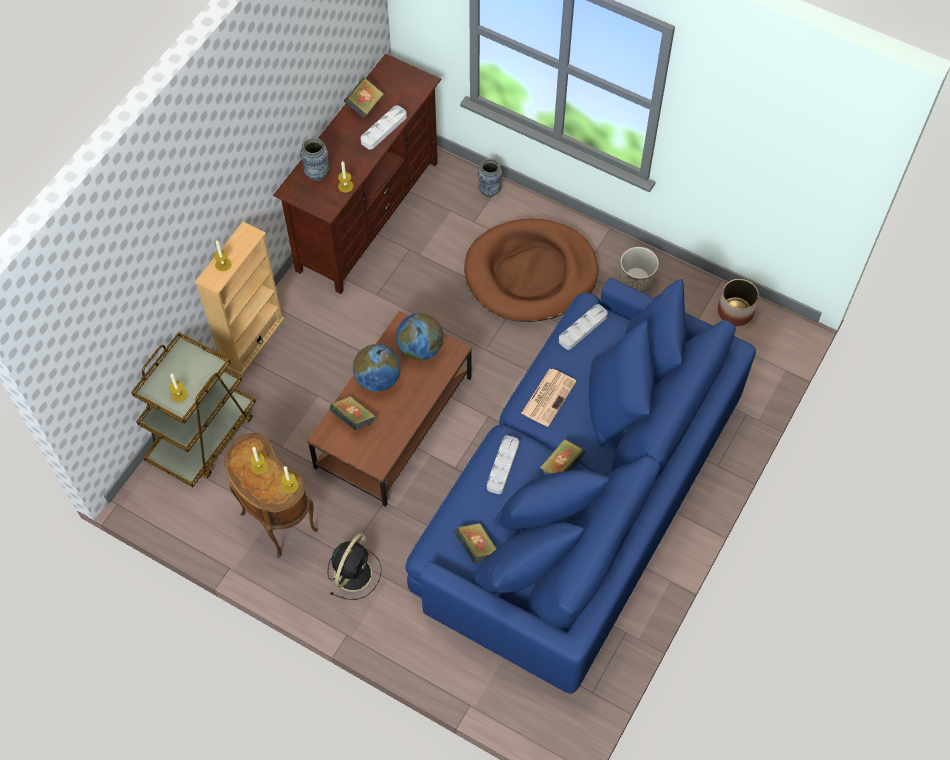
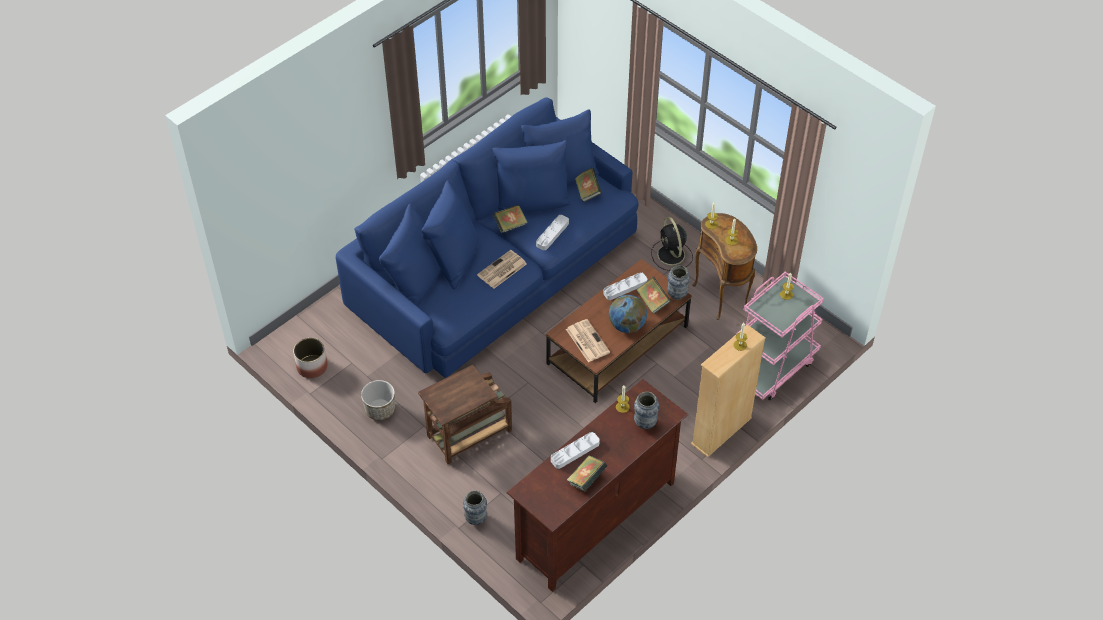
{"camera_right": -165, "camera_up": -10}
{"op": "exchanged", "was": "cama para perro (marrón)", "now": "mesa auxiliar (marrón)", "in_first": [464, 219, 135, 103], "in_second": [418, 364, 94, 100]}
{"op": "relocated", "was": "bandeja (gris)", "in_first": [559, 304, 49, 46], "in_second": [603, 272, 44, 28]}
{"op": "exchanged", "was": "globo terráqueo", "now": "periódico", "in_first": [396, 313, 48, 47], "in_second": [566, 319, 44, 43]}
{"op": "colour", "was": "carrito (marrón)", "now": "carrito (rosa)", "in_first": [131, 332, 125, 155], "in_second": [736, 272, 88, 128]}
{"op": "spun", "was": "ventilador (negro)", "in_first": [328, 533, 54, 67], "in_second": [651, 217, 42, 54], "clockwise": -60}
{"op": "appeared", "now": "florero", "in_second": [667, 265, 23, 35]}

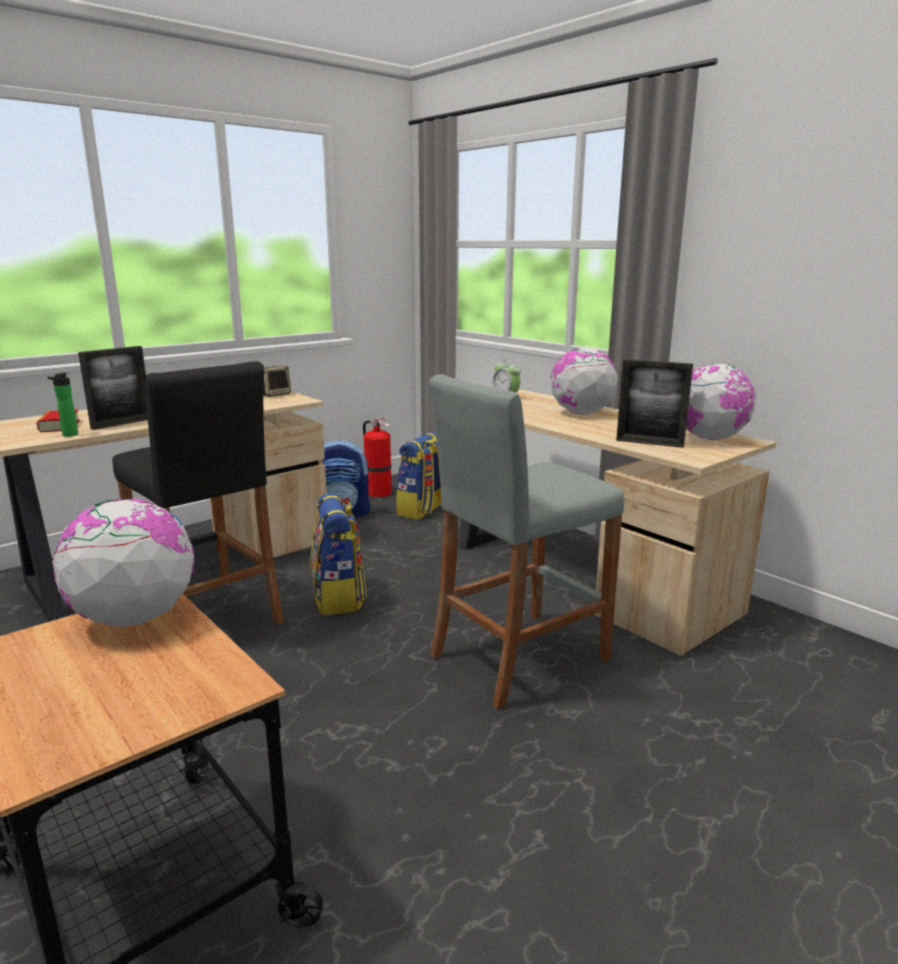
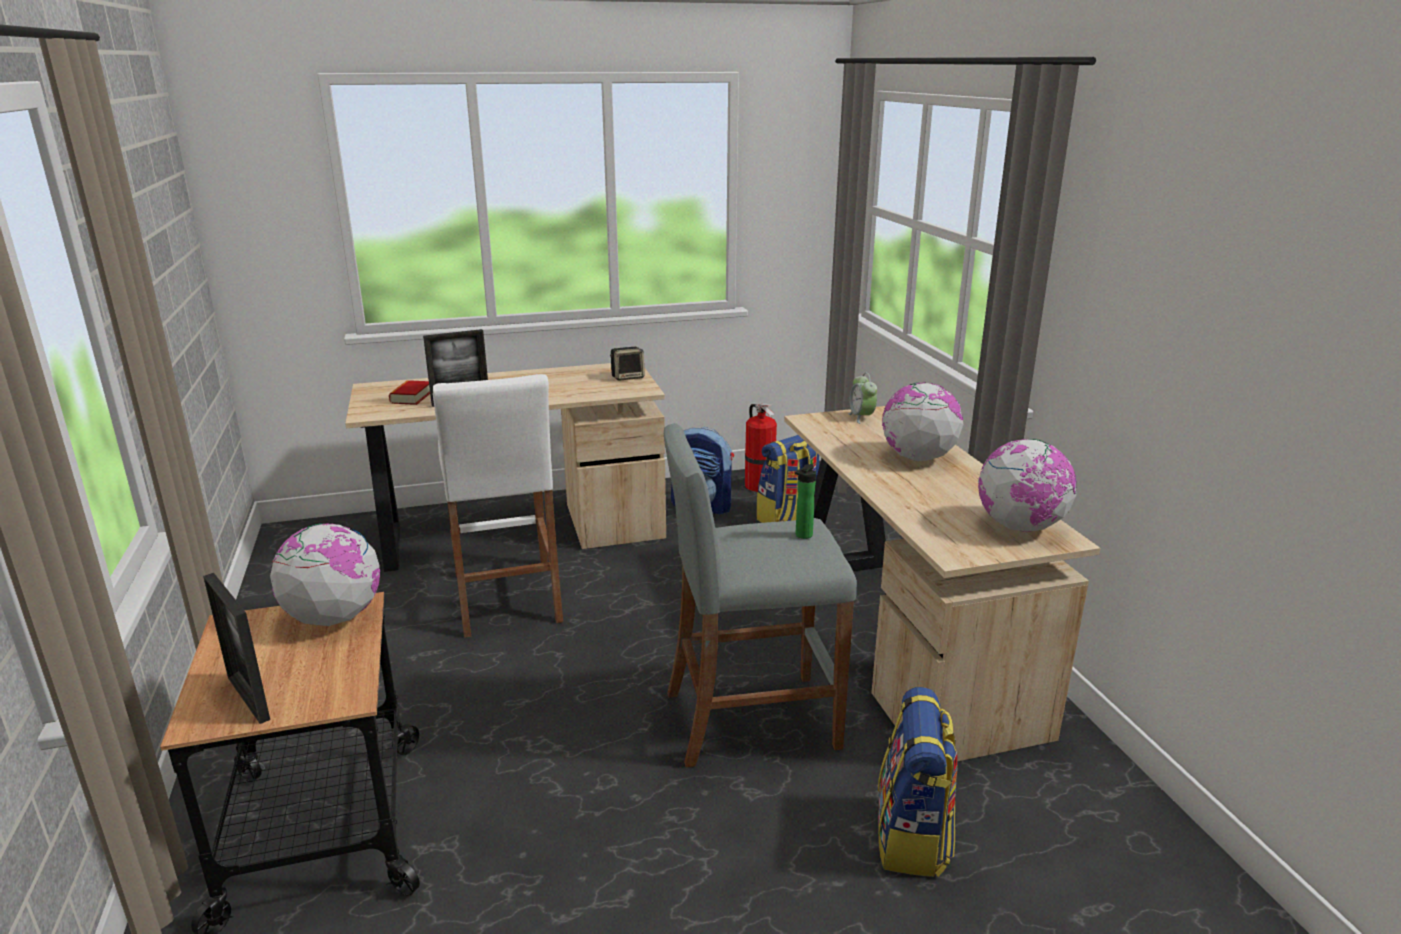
{"camera_right": 25, "camera_up": 5}
{"op": "relocated", "was": "portarretratos", "in_first": [616, 359, 77, 89], "in_second": [203, 573, 67, 151]}
{"op": "colour", "was": "taburete (negro)", "now": "taburete (blanco)", "in_first": [112, 361, 172, 264], "in_second": [433, 374, 130, 264]}
{"op": "relocated", "was": "botella", "in_first": [47, 372, 32, 65], "in_second": [795, 464, 21, 75]}
{"op": "relocated", "was": "mochila", "in_first": [310, 493, 57, 122], "in_second": [878, 687, 80, 190]}

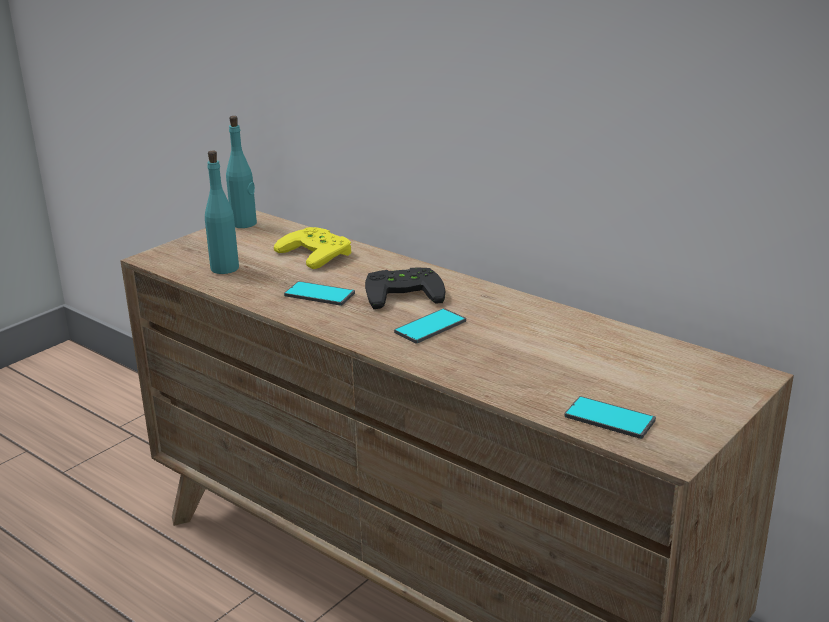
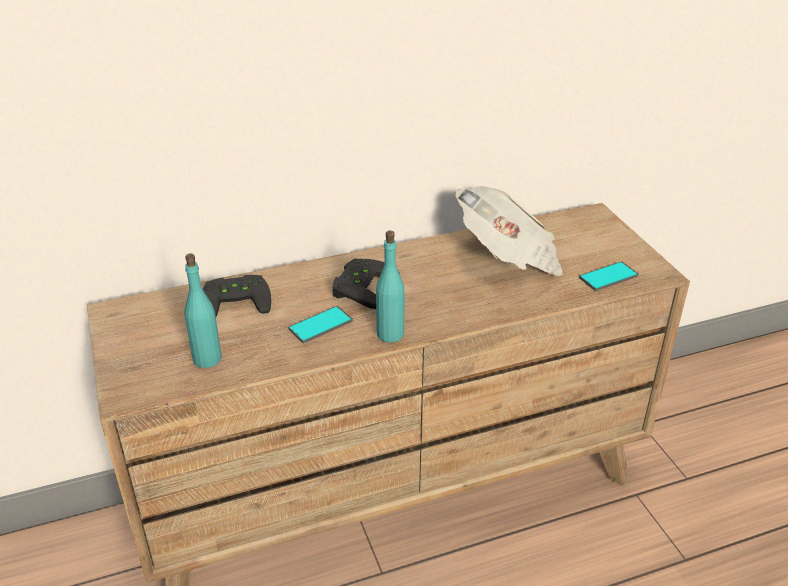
{"camera_right": -60, "camera_up": 10}
{"op": "relocated", "was": "botella (turquesa)", "in_first": [226, 116, 31, 112], "in_second": [376, 231, 29, 111]}
{"op": "colour", "was": "mando de consola (amarillo)", "now": "mando de consola (negro)", "in_first": [274, 227, 77, 42], "in_second": [203, 275, 68, 42]}
{"op": "missing", "was": "móvil", "in_first": [394, 308, 72, 36]}
{"op": "appeared", "now": "periódico", "in_second": [456, 186, 107, 90]}

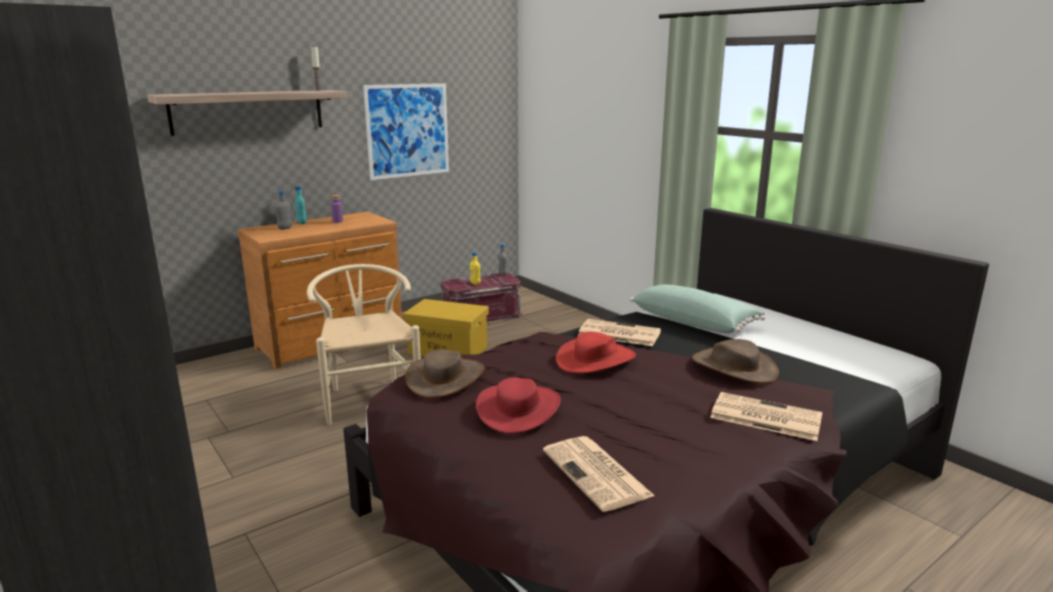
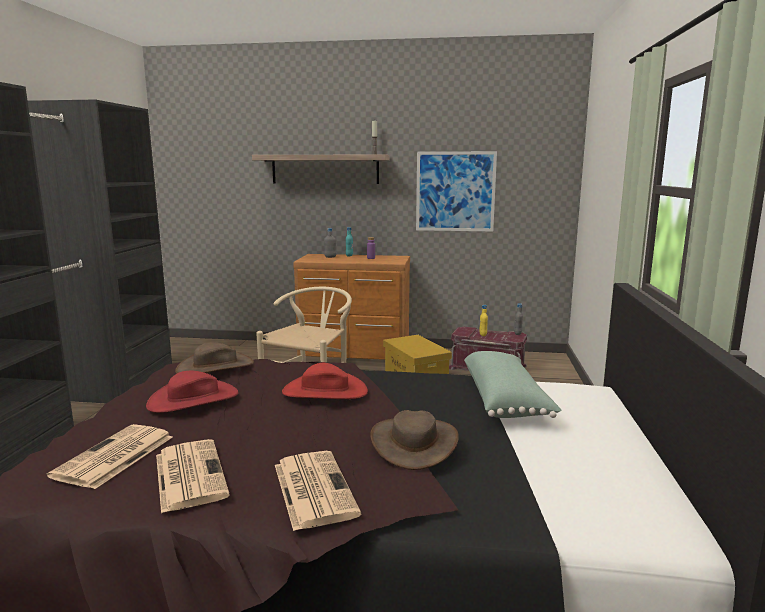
{"camera_right": 45, "camera_up": -5}
{"op": "relocated", "was": "periódico", "in_first": [578, 319, 83, 27], "in_second": [156, 439, 74, 75]}

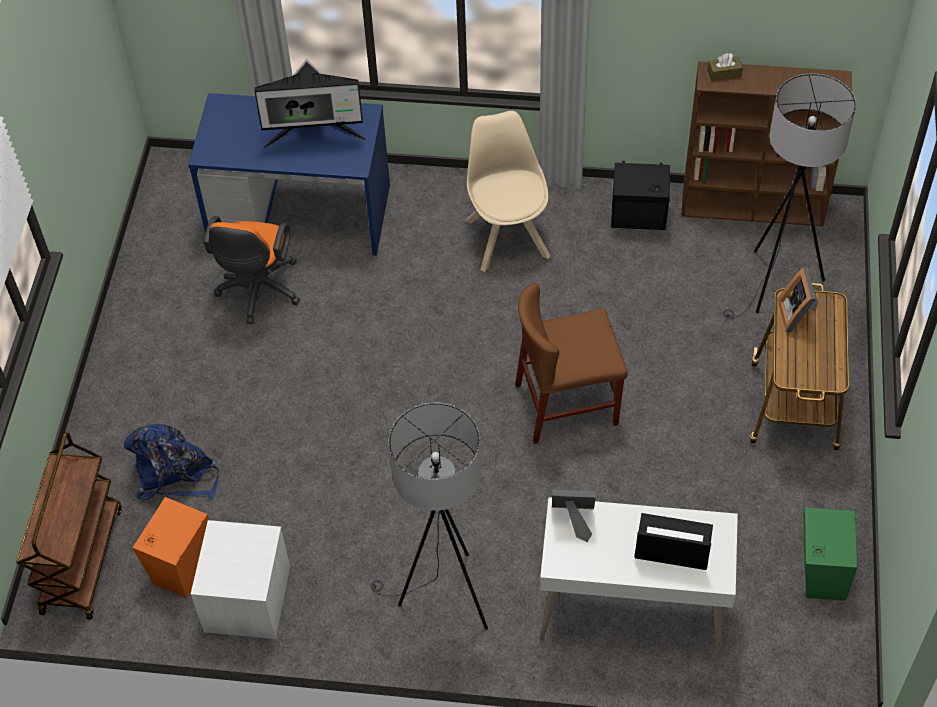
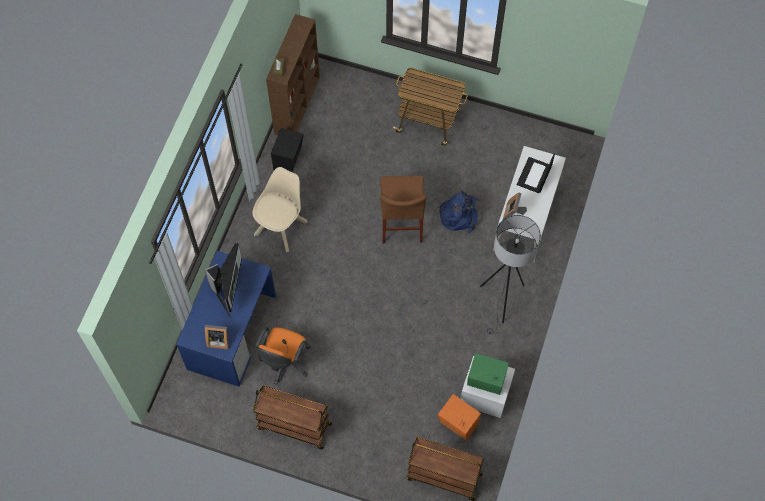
{"camera_right": -80, "camera_up": 10}
{"op": "missing", "was": "lámpara de pie (gris)", "in_first": [723, 74, 133, 245]}
{"op": "spun", "was": "silla (beis)", "in_first": [466, 111, 84, 161], "in_second": [253, 167, 55, 85], "clockwise": 120}
{"op": "spun", "was": "silla de oficina (naranja)", "in_first": [203, 216, 97, 108], "in_second": [255, 327, 56, 58], "clockwise": 90}
{"op": "relocated", "was": "portarretratos", "in_first": [778, 267, 40, 65], "in_second": [205, 325, 24, 24]}
{"op": "relocated", "was": "mochila (azul)", "in_first": [124, 424, 95, 76], "in_second": [438, 191, 41, 42]}
{"op": "relocated", "was": "altavoz (verde)", "in_first": [803, 508, 55, 93], "in_second": [467, 353, 42, 42]}
{"op": "appeared", "now": "carrito (marrón)", "in_second": [253, 385, 79, 64]}

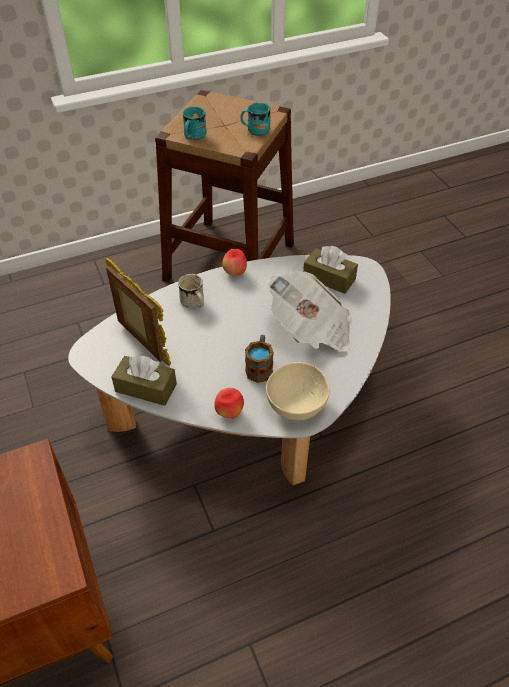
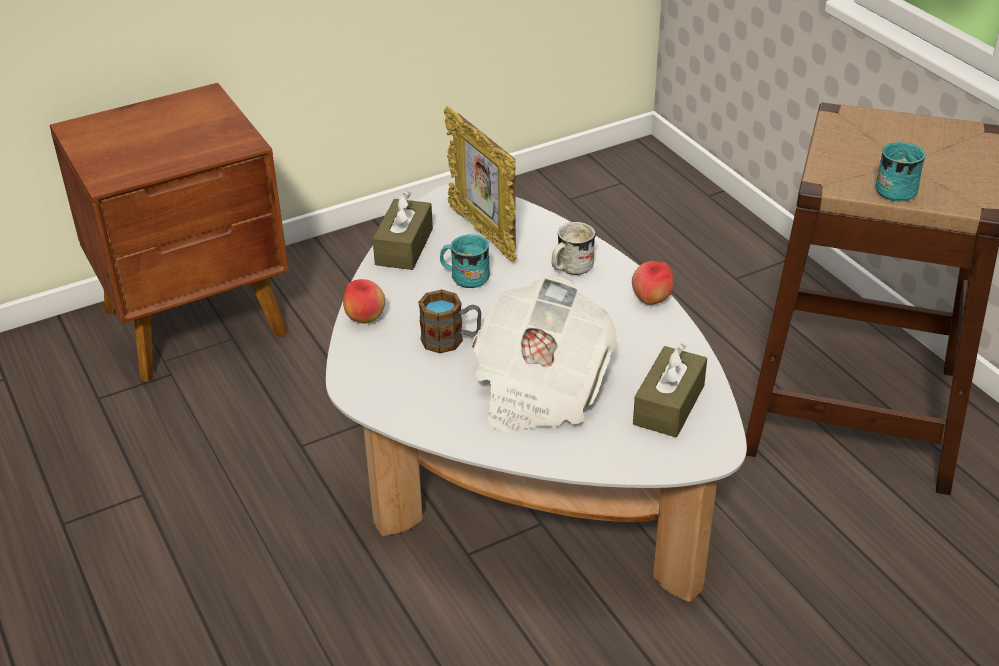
{"camera_right": 85, "camera_up": -10}
{"op": "relocated", "was": "taza grande (turquesa)", "in_first": [183, 107, 24, 33], "in_second": [440, 234, 50, 54]}
{"op": "spun", "was": "portarretratos", "in_first": [105, 258, 66, 108], "in_second": [444, 106, 72, 156], "clockwise": 105}
{"op": "missing", "was": "cuenco (beis)", "in_first": [266, 362, 64, 58]}

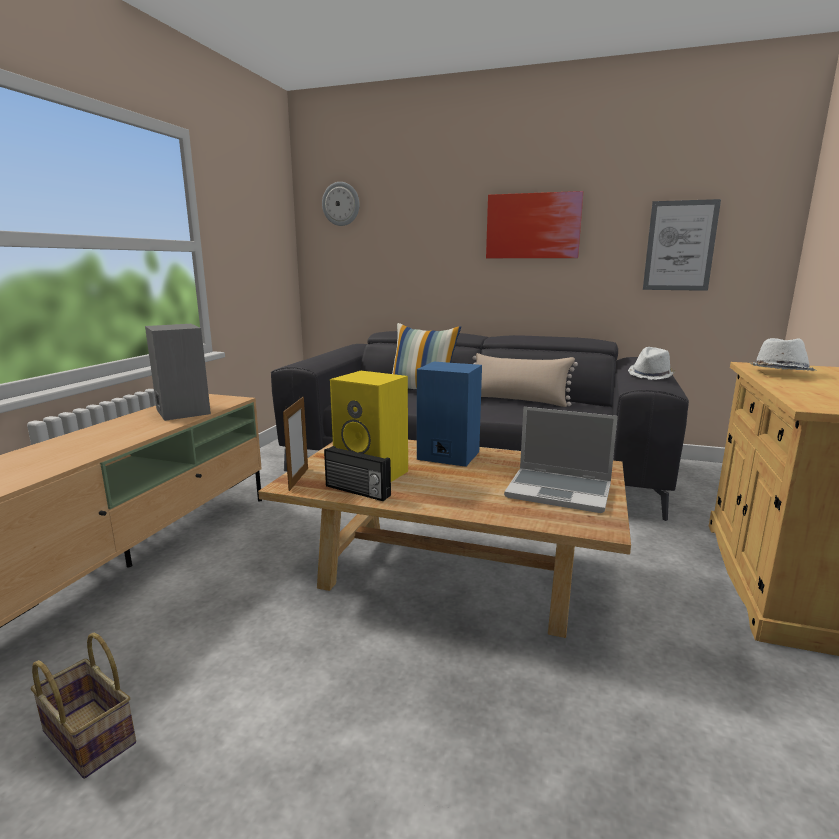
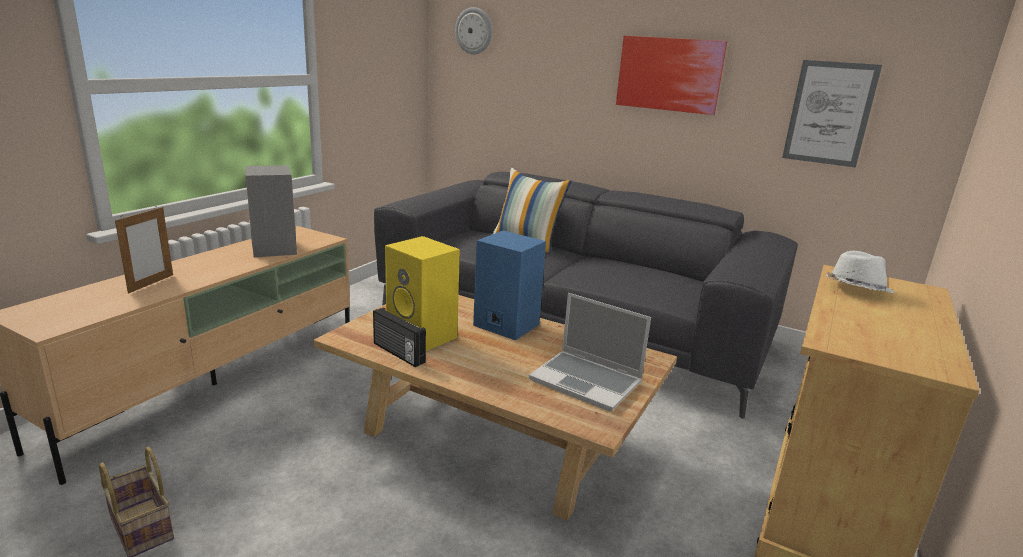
{"camera_right": 10, "camera_up": 5}
{"op": "missing", "was": "sombrero (blanco)", "in_first": [628, 347, 48, 33]}
{"op": "missing", "was": "cojín (beis)", "in_first": [473, 353, 105, 54]}
{"op": "relocated", "was": "portarretratos", "in_first": [283, 396, 25, 95], "in_second": [115, 206, 58, 87]}

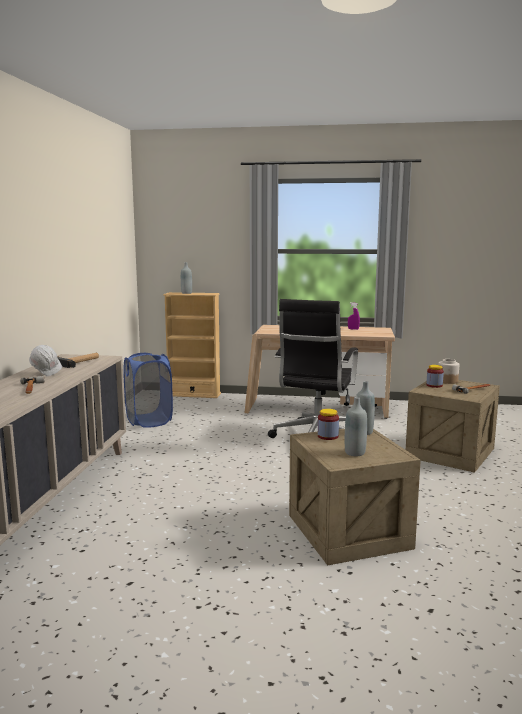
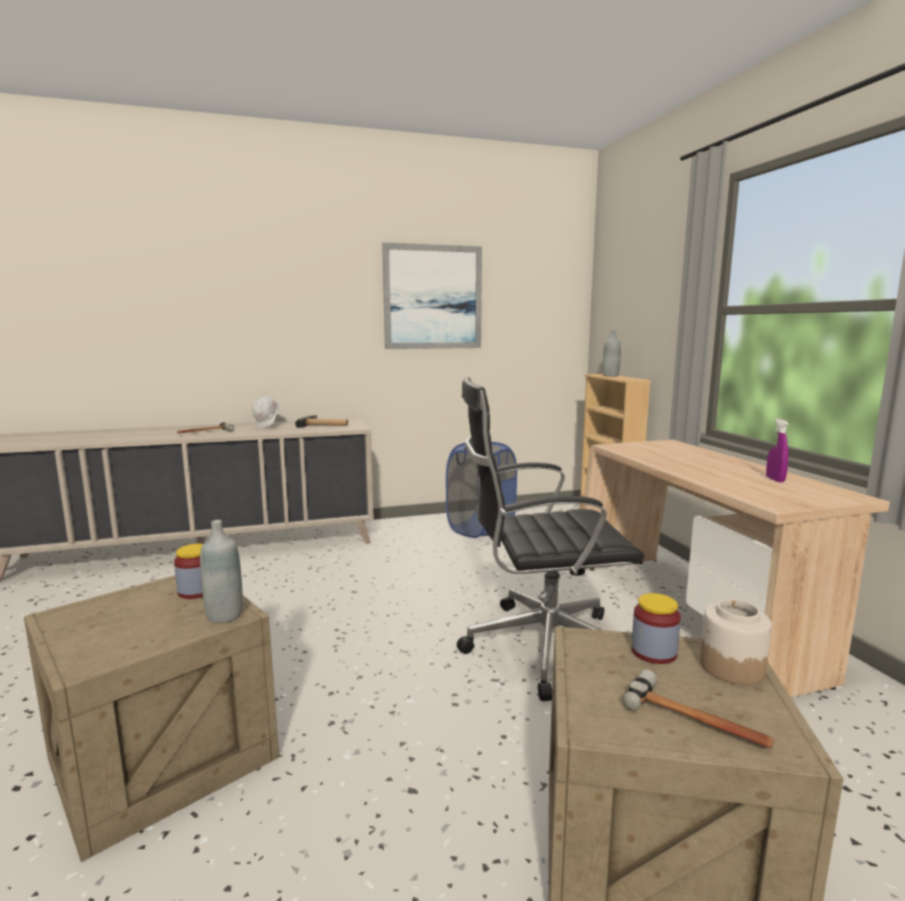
{"camera_right": 65, "camera_up": 0}
{"op": "missing", "was": "botella (gris)", "in_first": [345, 397, 22, 59]}
{"op": "appeared", "now": "cuadro", "in_second": [382, 242, 100, 107]}

